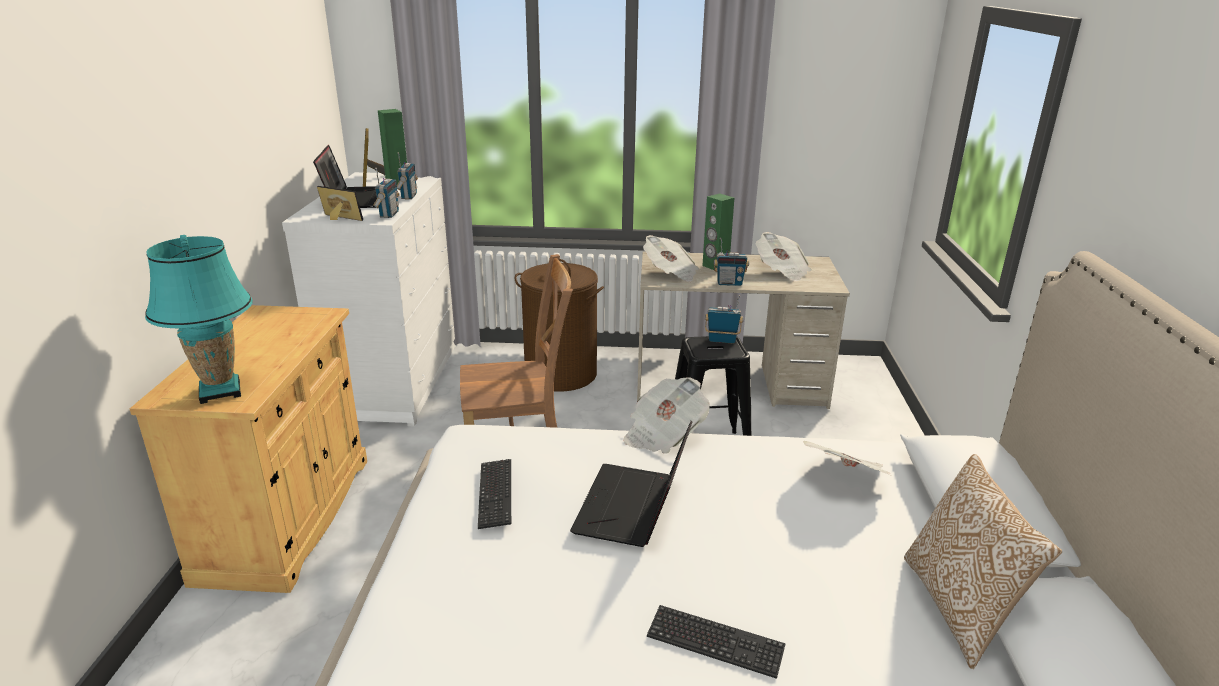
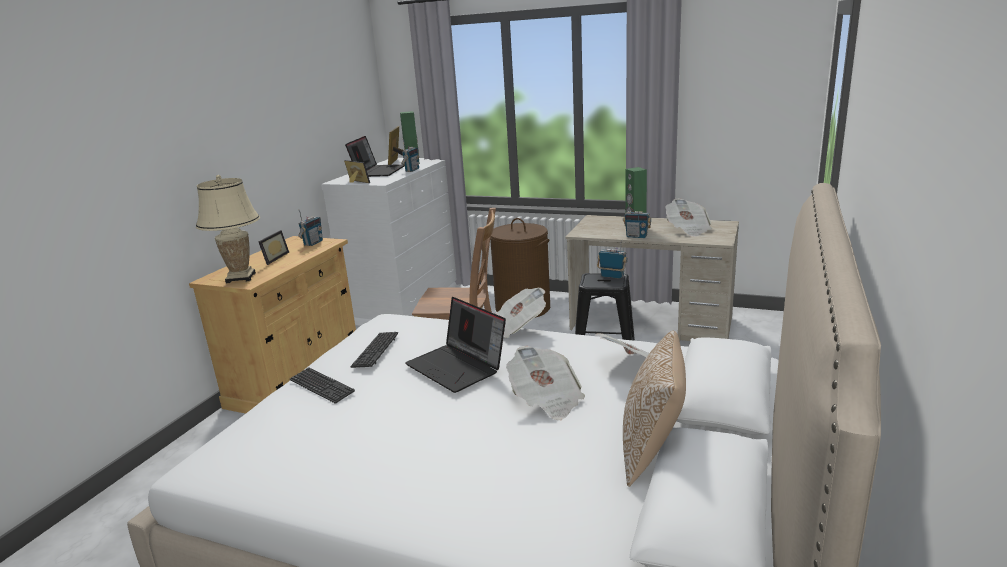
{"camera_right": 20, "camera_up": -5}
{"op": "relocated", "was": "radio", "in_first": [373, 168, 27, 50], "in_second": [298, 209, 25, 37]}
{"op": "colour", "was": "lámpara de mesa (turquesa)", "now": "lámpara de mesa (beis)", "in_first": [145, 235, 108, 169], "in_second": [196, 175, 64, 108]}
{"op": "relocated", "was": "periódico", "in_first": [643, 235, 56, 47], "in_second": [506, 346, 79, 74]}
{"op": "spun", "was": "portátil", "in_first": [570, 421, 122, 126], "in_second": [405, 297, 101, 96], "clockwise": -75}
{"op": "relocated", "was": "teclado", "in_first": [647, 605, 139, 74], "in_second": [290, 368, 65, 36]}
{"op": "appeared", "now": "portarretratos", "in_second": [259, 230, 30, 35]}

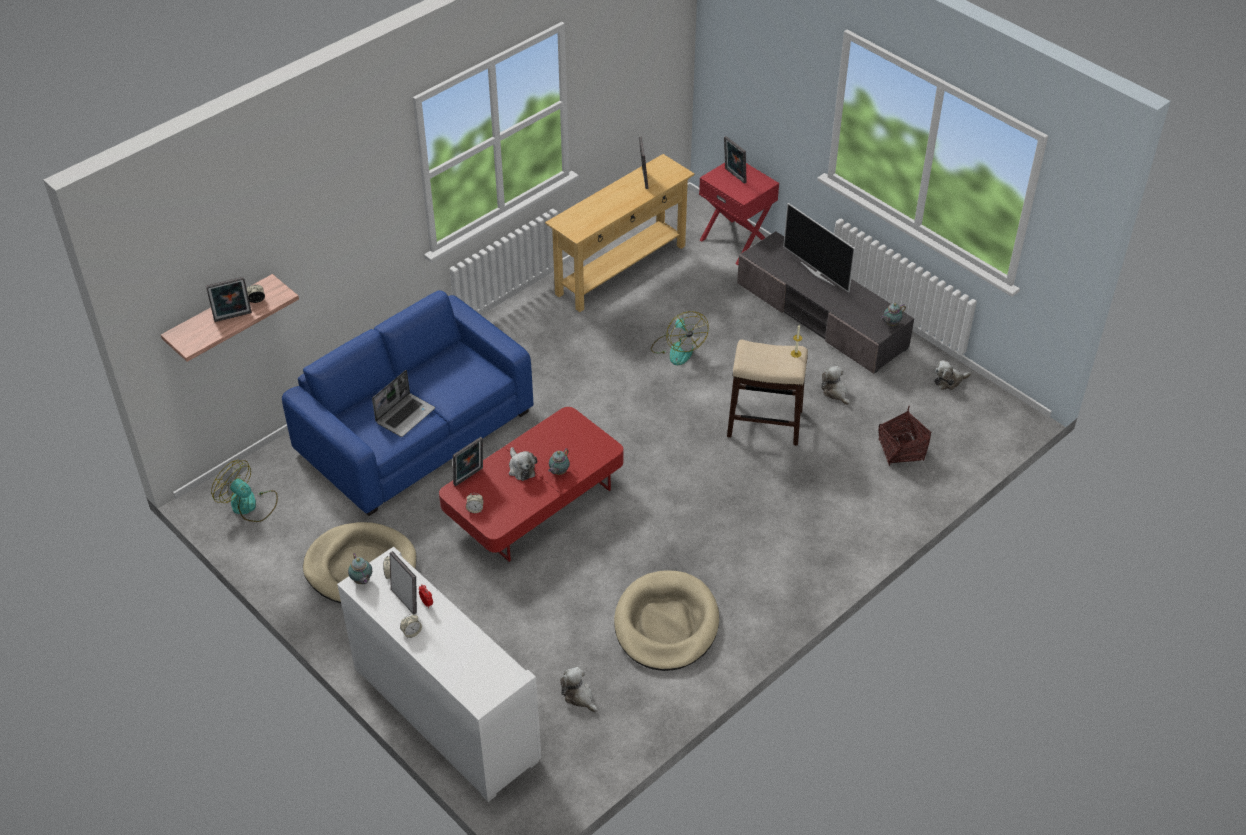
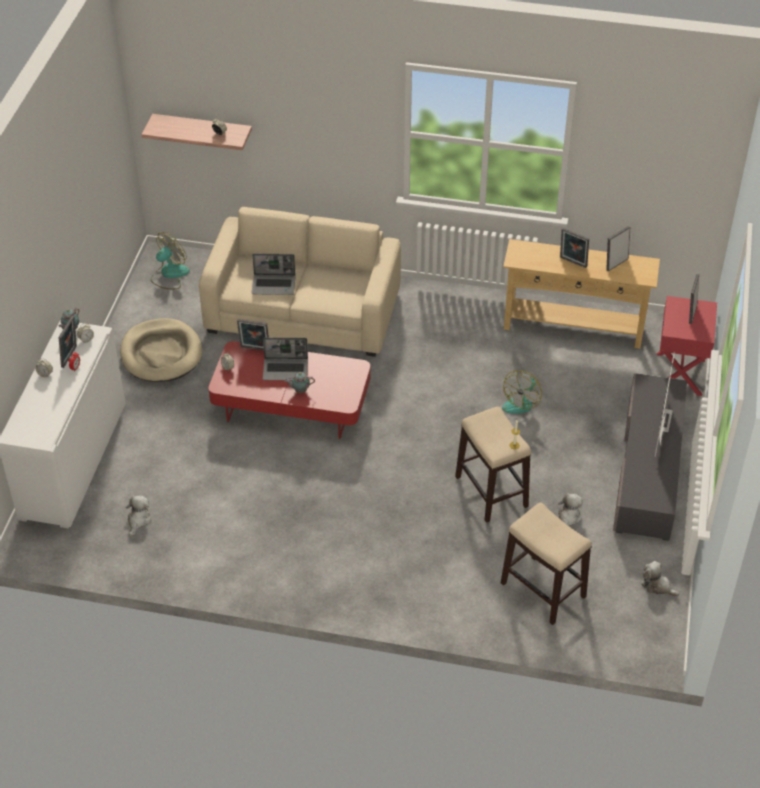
{"camera_right": 55, "camera_up": 0}
{"op": "relocated", "was": "portarretratos", "in_first": [206, 276, 46, 46], "in_second": [560, 228, 29, 40]}
{"op": "colour", "was": "sofá (azul)", "now": "sofá (beis)", "in_first": [282, 290, 251, 226], "in_second": [199, 207, 202, 150]}
{"op": "missing", "was": "tetera", "in_first": [880, 303, 26, 23]}
{"op": "exchanged", "was": "cesta", "now": "taburete", "in_first": [878, 406, 53, 60], "in_second": [501, 502, 91, 123]}
{"op": "exchanged", "was": "peluche", "now": "portátil", "in_first": [509, 447, 28, 34], "in_second": [263, 338, 45, 42]}
{"op": "spun", "was": "ventilador", "in_first": [211, 460, 67, 62], "in_second": [151, 232, 39, 57], "clockwise": 45}
{"op": "missing", "was": "cama para perro (beis)", "in_first": [614, 570, 105, 101]}

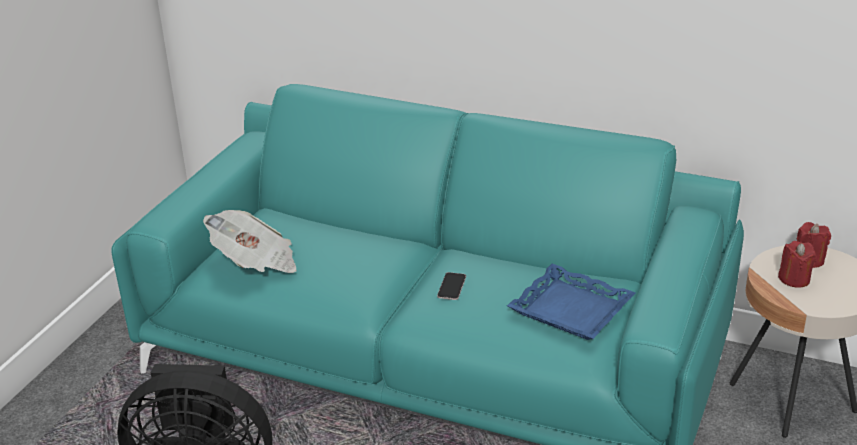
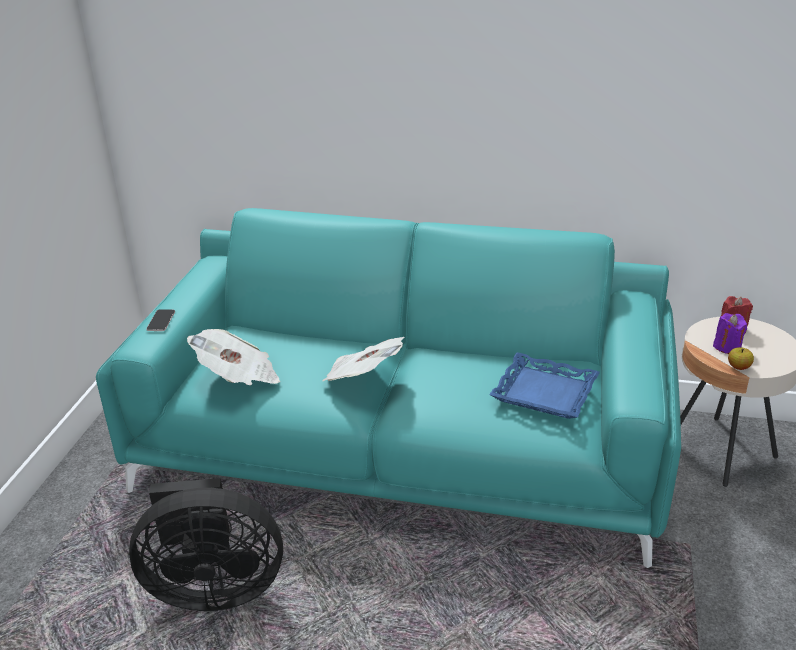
{"camera_right": -10, "camera_up": 0}
{"op": "colour", "was": "vela (rojo)", "now": "vela (morado)", "in_first": [778, 241, 39, 47], "in_second": [713, 313, 34, 41]}
{"op": "relocated", "was": "móvil", "in_first": [437, 272, 29, 28], "in_second": [146, 309, 29, 22]}
{"op": "appeared", "now": "periódico", "in_second": [322, 337, 82, 44]}
{"op": "appeared", "now": "manzana", "in_second": [728, 347, 26, 23]}

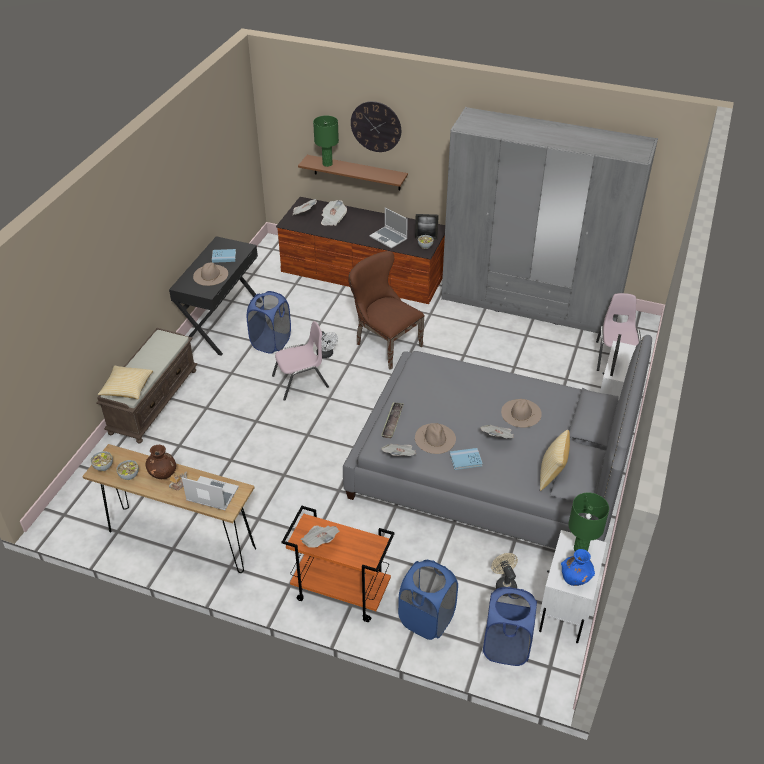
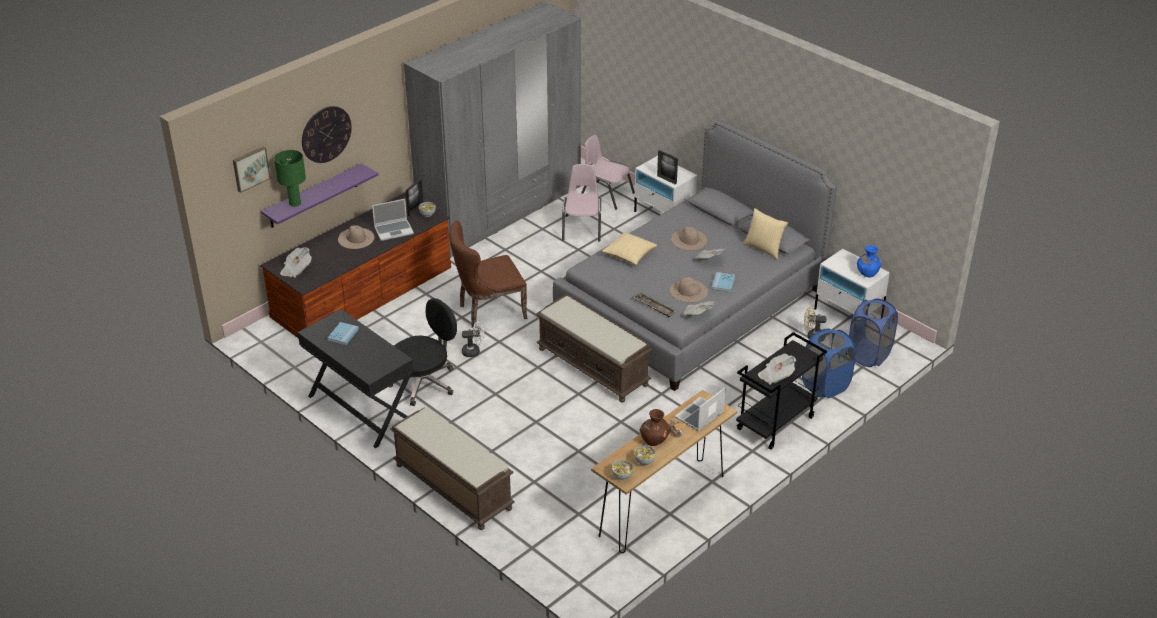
{"camera_right": -65, "camera_up": -5}
{"op": "colour", "was": "estante (marrón)", "now": "estante (morado)", "in_first": [298, 155, 110, 35], "in_second": [261, 163, 117, 65]}
{"op": "missing", "was": "periódico", "in_first": [321, 200, 26, 26]}
{"op": "relocated", "was": "sombrero (beis)", "in_first": [193, 262, 35, 24], "in_second": [338, 225, 36, 24]}
{"op": "exchanged", "was": "cesto de la ropa (azul)", "now": "silla de oficina (negro)", "in_first": [247, 291, 44, 63], "in_second": [389, 298, 68, 108]}
{"op": "relocated", "was": "silla (rosa)", "in_first": [272, 321, 57, 80], "in_second": [562, 164, 39, 78]}
{"op": "relocated", "was": "cojín", "in_first": [98, 365, 55, 35], "in_second": [602, 232, 55, 33]}
{"op": "missing", "was": "lámpara de mesa (verde)", "in_first": [568, 493, 41, 58]}
{"op": "colour", "was": "carrito (naranja)", "now": "carrito (negro)", "in_first": [282, 506, 113, 116], "in_second": [736, 332, 91, 118]}
{"op": "appeared", "now": "cuadro", "in_second": [233, 146, 38, 47]}
{"op": "appeared", "now": "banco (marrón)", "in_second": [536, 294, 116, 109]}

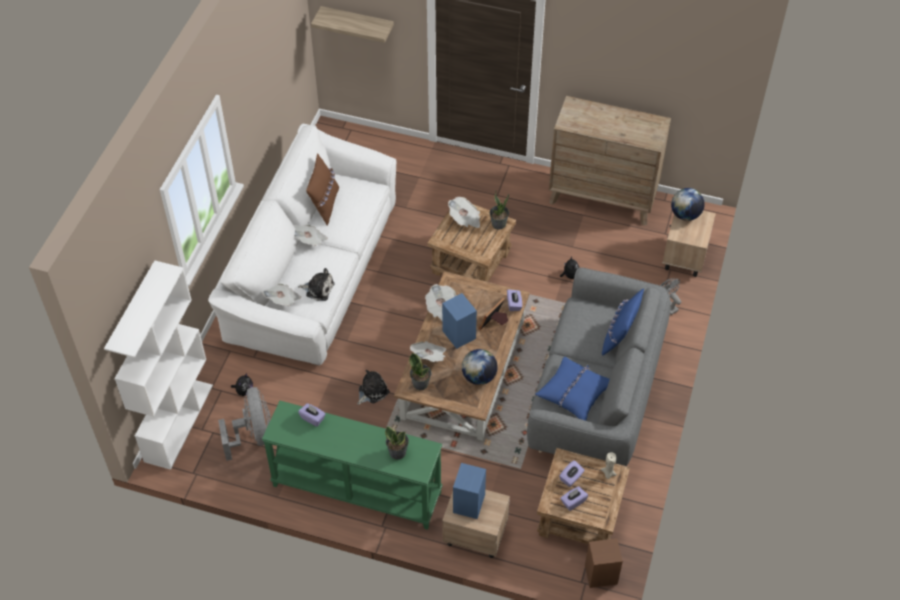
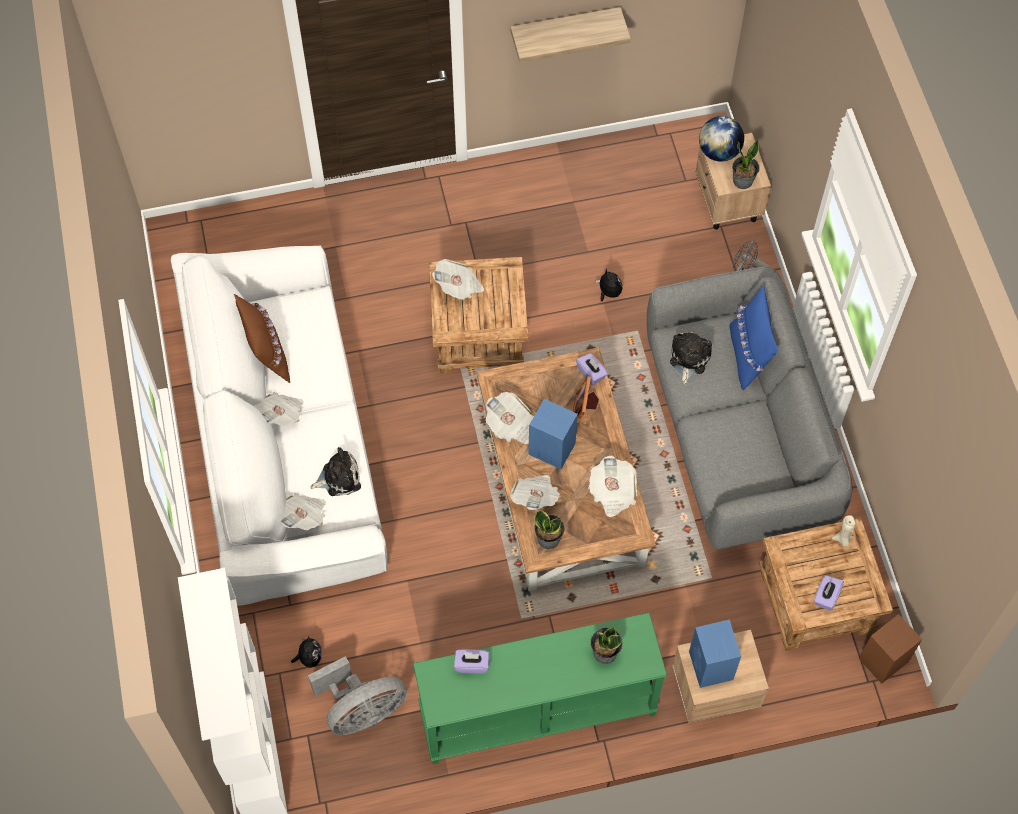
{"camera_right": -30, "camera_up": 10}
{"op": "relocated", "was": "estante", "in_first": [311, 6, 83, 37], "in_second": [510, 7, 121, 56]}
{"op": "missing", "was": "cómoda (marrón)", "in_first": [549, 96, 122, 130]}
{"op": "relocated", "was": "planta en maceta", "in_first": [490, 190, 19, 40], "in_second": [732, 139, 27, 50]}
{"op": "exchanged", "was": "globo terráqueo", "now": "periódico", "in_first": [462, 349, 35, 36], "in_second": [588, 456, 49, 61]}
{"op": "missing", "was": "cojín (azul)", "in_first": [536, 357, 74, 64]}
{"op": "relocated", "was": "peluche", "in_first": [357, 370, 33, 35], "in_second": [670, 332, 42, 52]}
{"op": "spun", "was": "ventilador (gris)", "in_first": [218, 387, 52, 74], "in_second": [308, 656, 99, 79], "clockwise": 105}
{"op": "missing", "was": "caja de pañuelos (morado)", "in_first": [559, 460, 26, 27]}

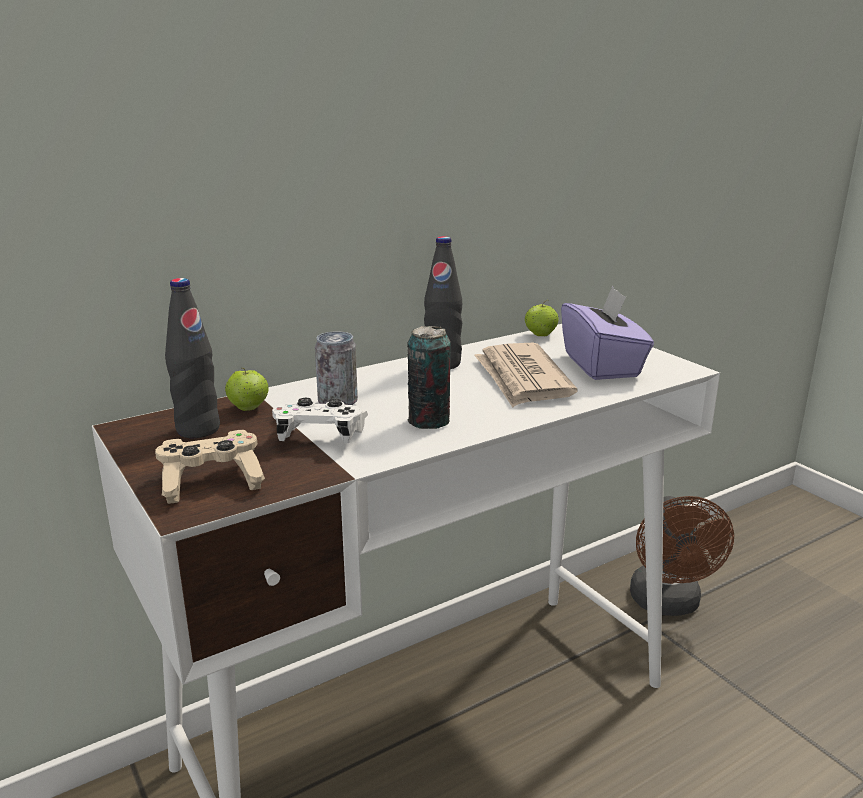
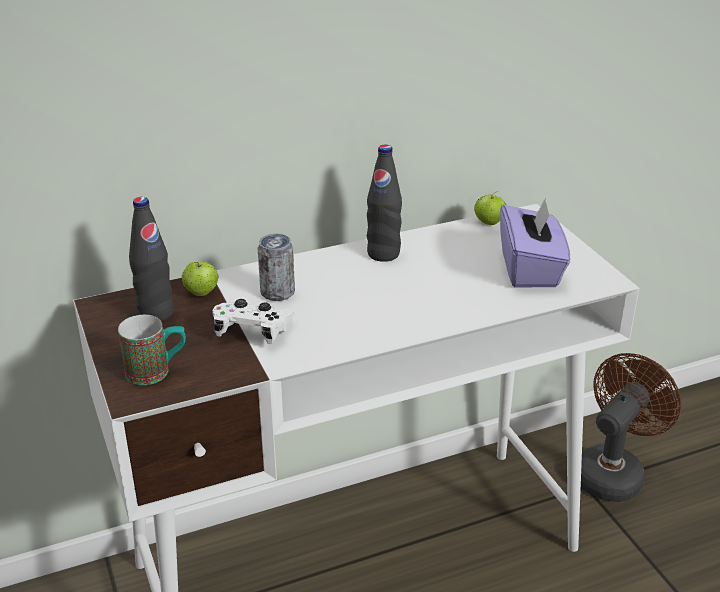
{"camera_right": 10, "camera_up": 10}
{"op": "missing", "was": "lata", "in_first": [407, 326, 44, 103]}
{"op": "missing", "was": "periódico", "in_first": [474, 343, 104, 65]}
{"op": "exchanged", "was": "mando de consola (beis)", "now": "taza grande", "in_first": [155, 430, 110, 74], "in_second": [118, 315, 68, 70]}
{"op": "spun", "was": "ventilador (marrón)", "in_first": [630, 496, 104, 120], "in_second": [581, 353, 100, 149], "clockwise": -150}

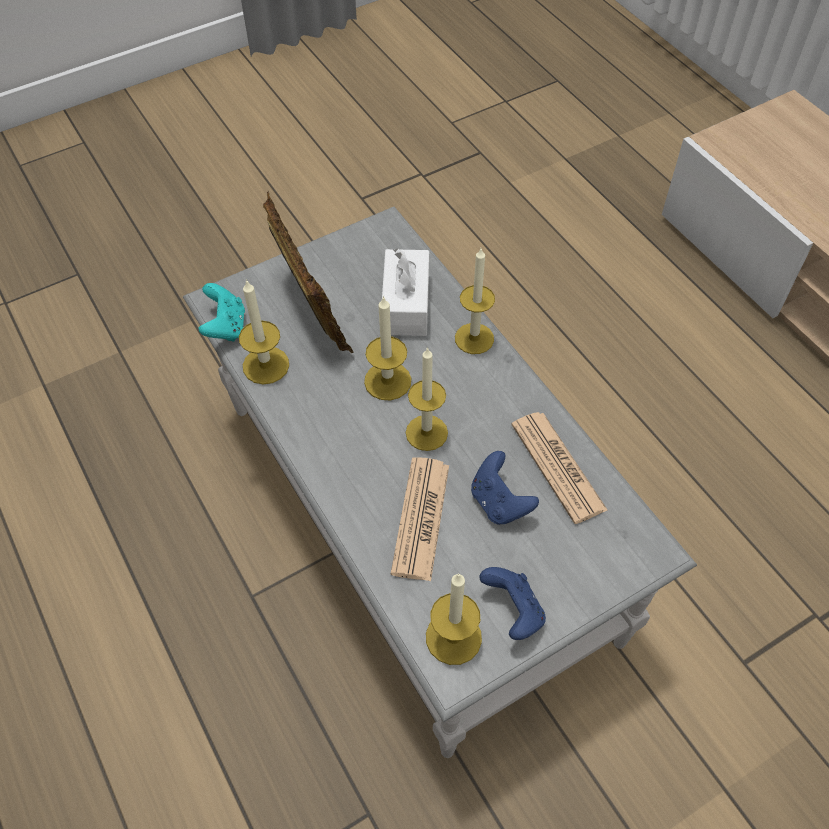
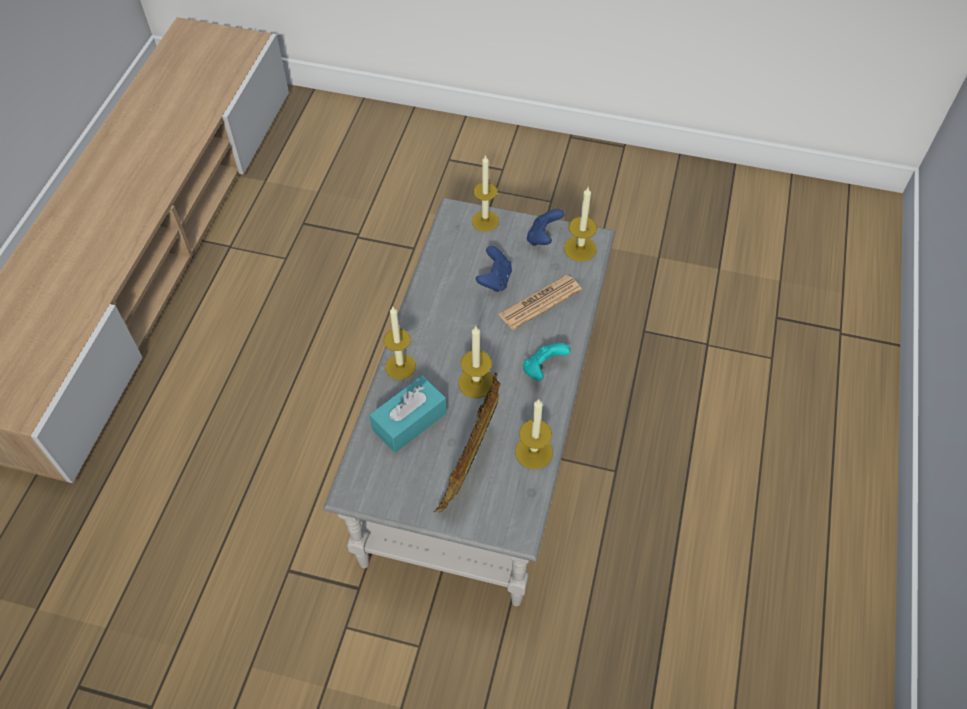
{"camera_right": -135, "camera_up": 0}
{"op": "colour", "was": "caja de pañuelos (blanco)", "now": "caja de pañuelos (turquesa)", "in_first": [382, 248, 47, 88], "in_second": [369, 375, 78, 78]}
{"op": "relocated", "was": "mando de consola (turquesa)", "in_first": [198, 283, 47, 58], "in_second": [523, 343, 48, 37]}
{"op": "relocated", "was": "vela", "in_first": [406, 347, 42, 104], "in_second": [471, 155, 28, 76]}
{"op": "missing", "was": "periódico", "in_first": [511, 412, 97, 112]}

